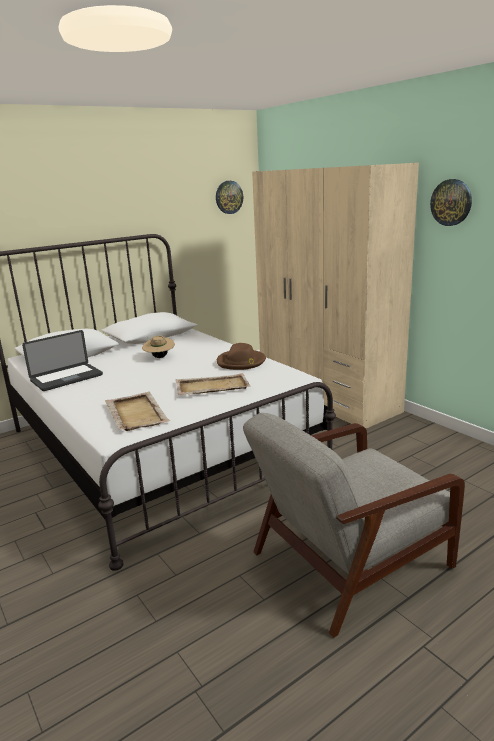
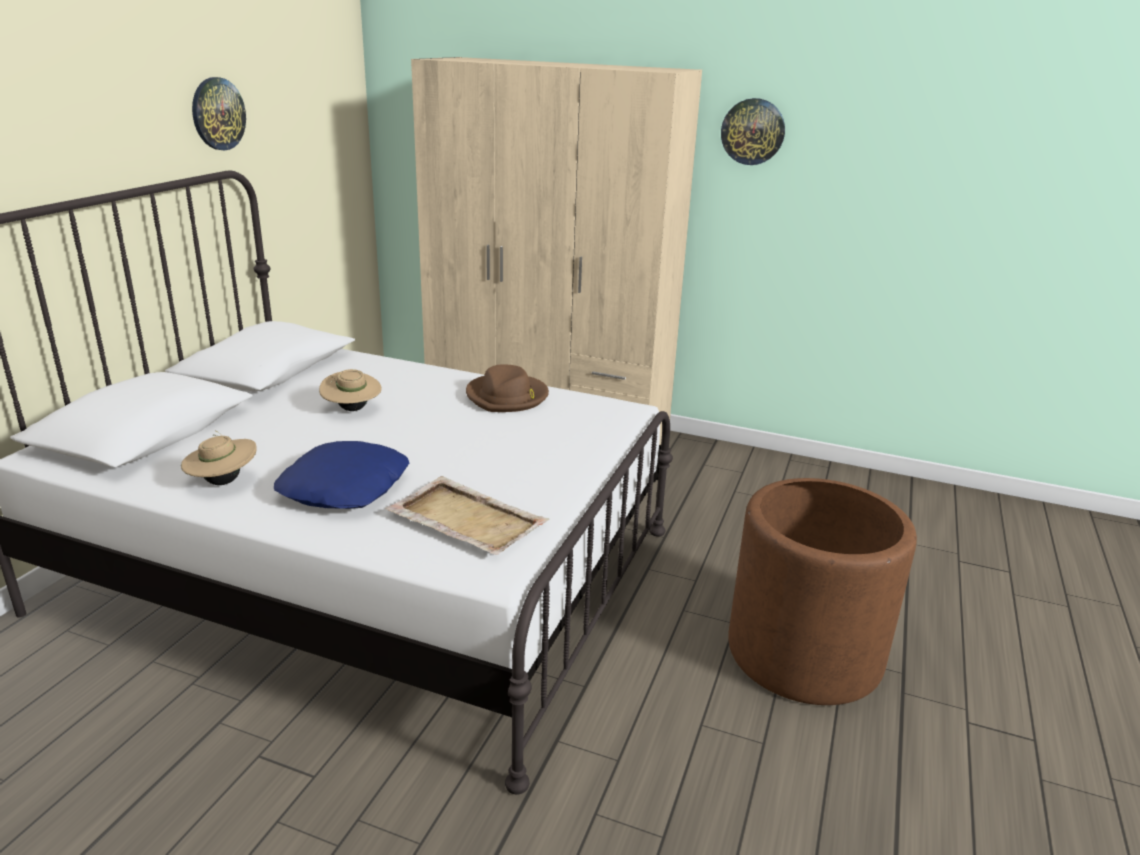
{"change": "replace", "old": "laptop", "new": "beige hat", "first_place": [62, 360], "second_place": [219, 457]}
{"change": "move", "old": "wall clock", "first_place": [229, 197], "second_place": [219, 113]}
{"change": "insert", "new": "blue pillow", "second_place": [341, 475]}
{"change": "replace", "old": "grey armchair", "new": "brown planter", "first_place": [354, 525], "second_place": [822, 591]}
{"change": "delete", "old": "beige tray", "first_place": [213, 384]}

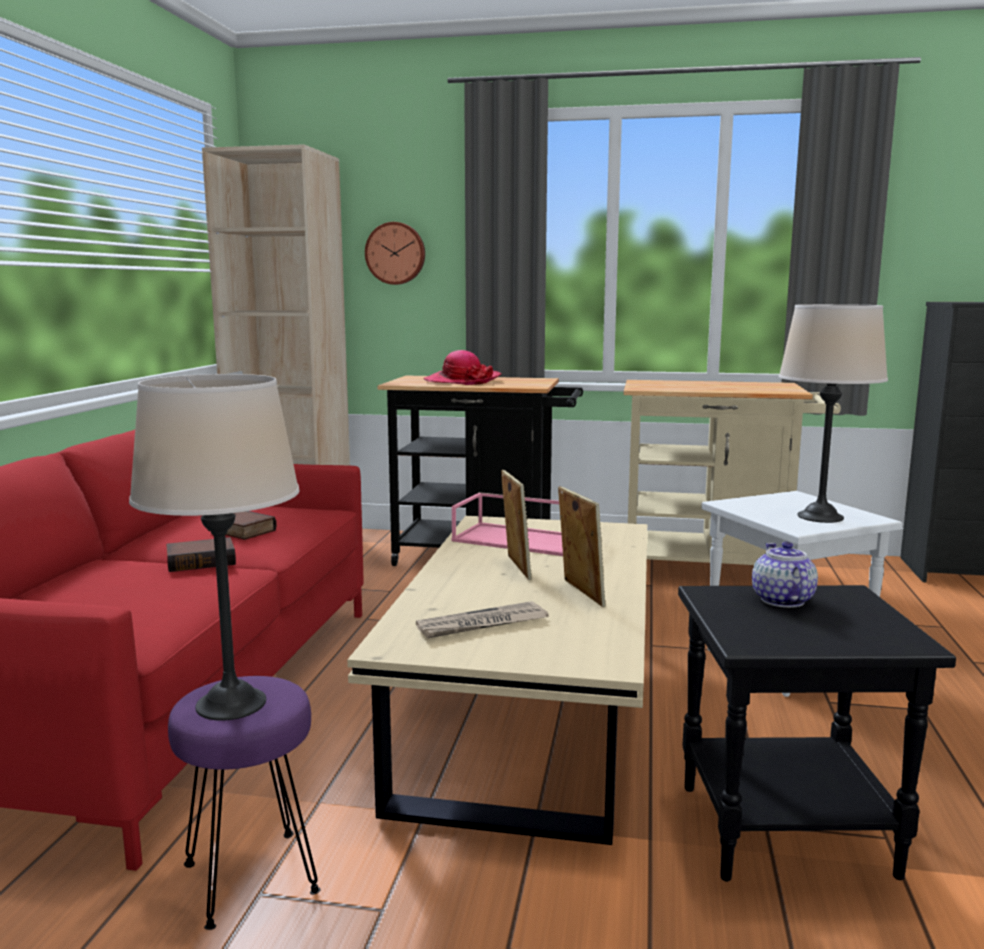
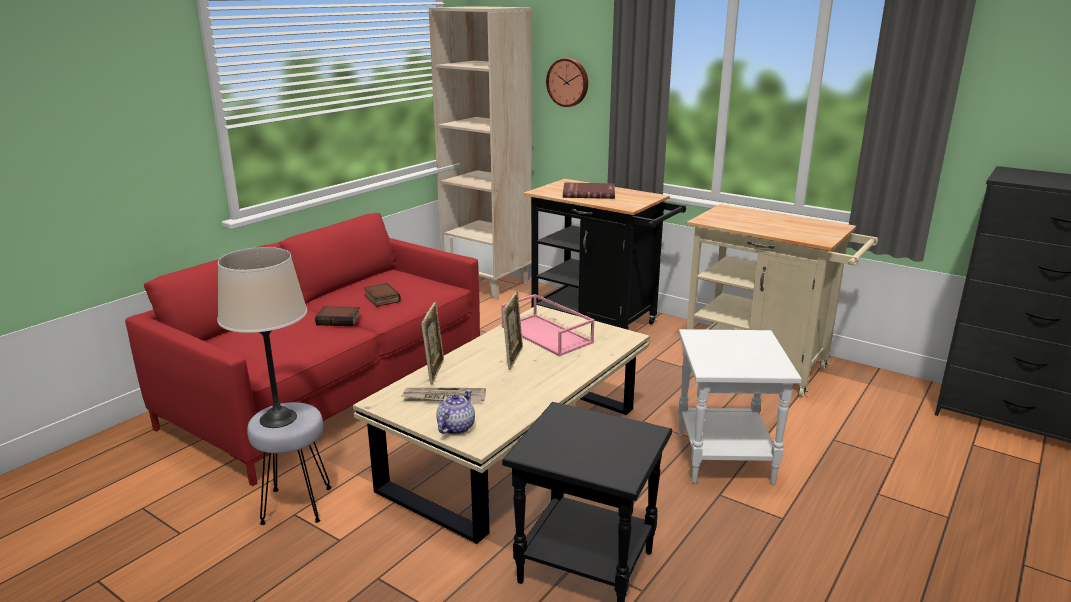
{"change": "recolor", "old": "purple stool", "new": "grey stool", "first_place": [244, 803], "second_place": [289, 463]}
{"change": "move", "old": "picture frame", "first_place": [582, 546], "second_place": [432, 343]}
{"change": "move", "old": "teapot", "first_place": [785, 575], "second_place": [455, 412]}
{"change": "replace", "old": "hat", "new": "red book", "first_place": [462, 367], "second_place": [589, 191]}
{"change": "delete", "old": "beige table lamp", "first_place": [833, 413]}

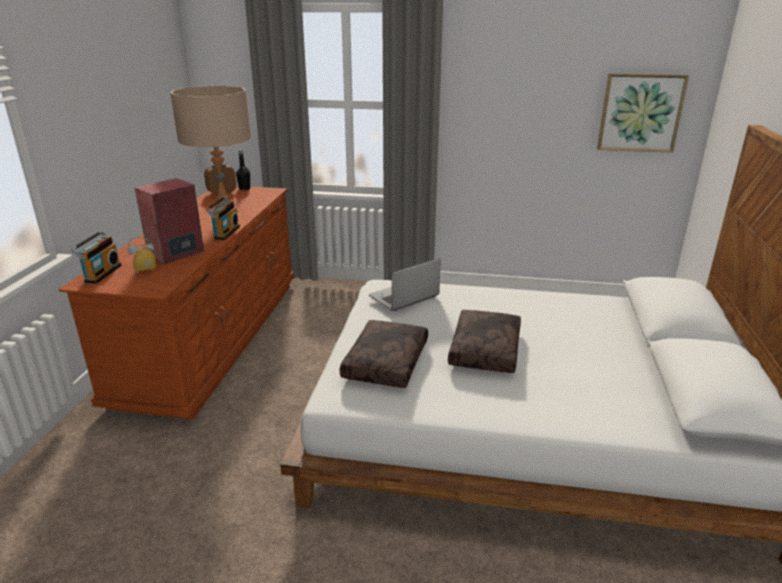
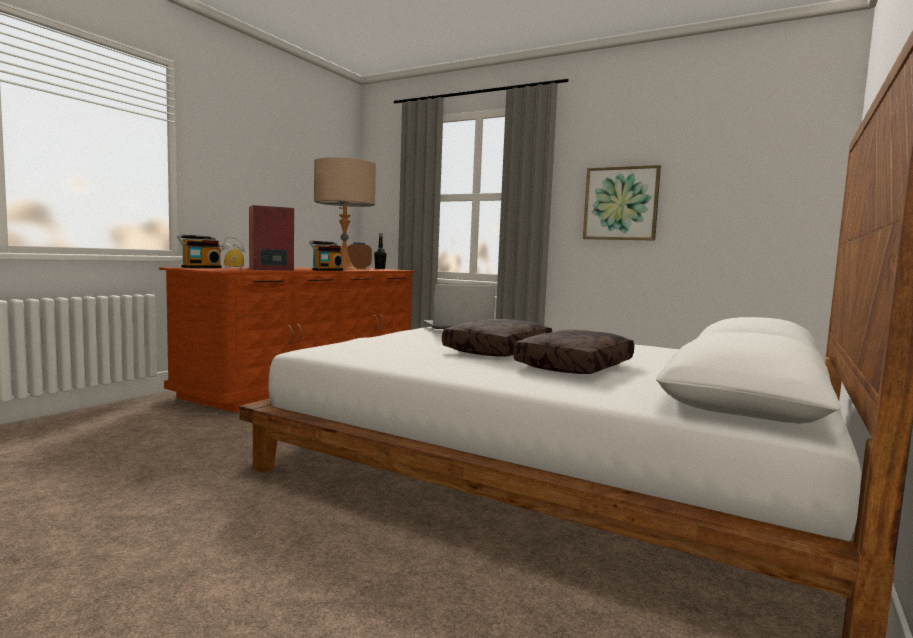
{"change": "move", "old": "brown pillow", "first_place": [384, 354], "second_place": [573, 352]}
{"change": "move", "old": "picture", "first_place": [643, 113], "second_place": [622, 203]}

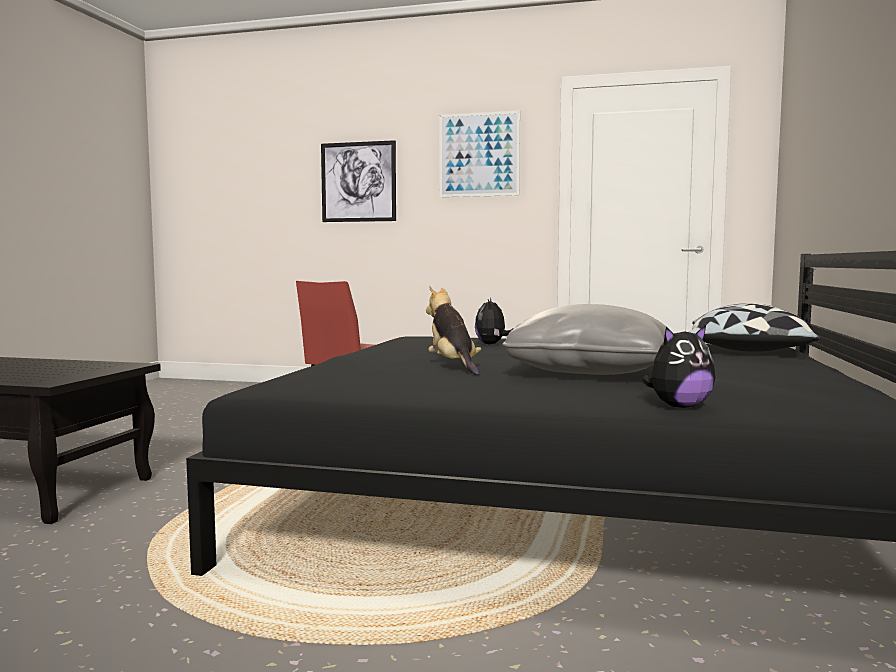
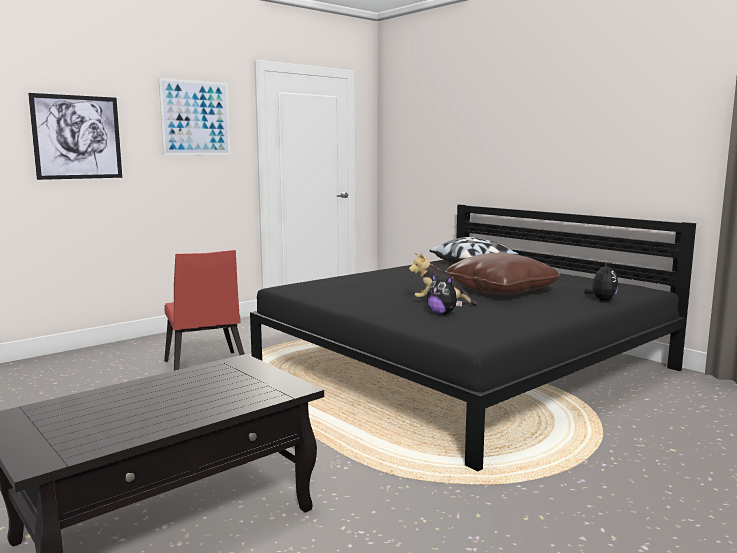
{"change": "move", "old": "plush toy", "first_place": [494, 321], "second_place": [445, 294]}
{"change": "recolor", "old": "grey pillow", "new": "brown pillow", "first_place": [584, 339], "second_place": [502, 274]}

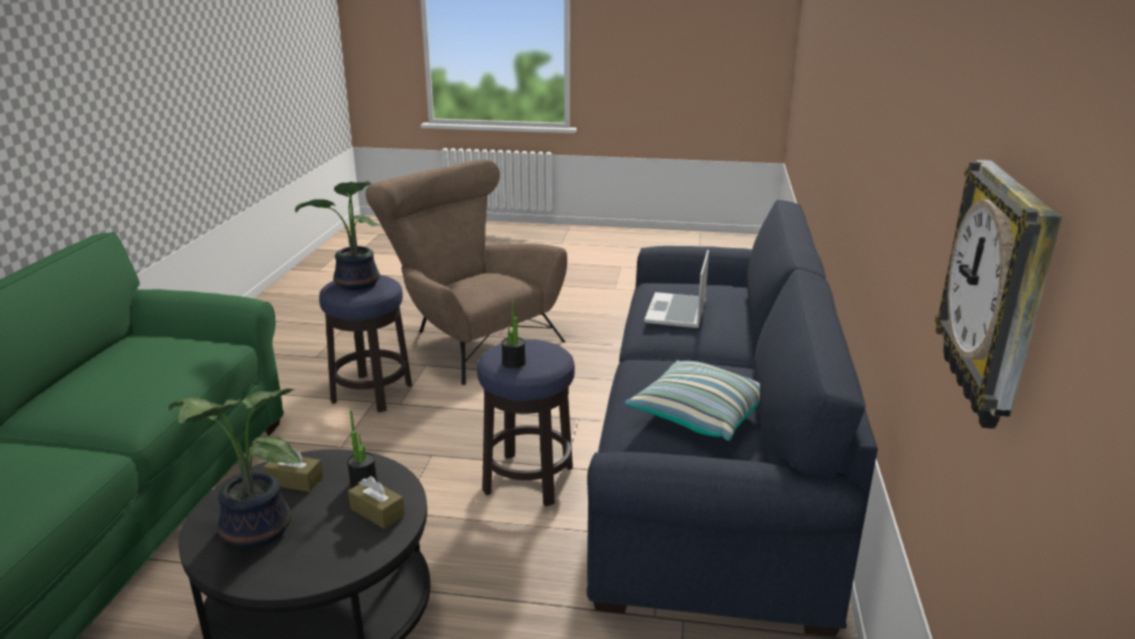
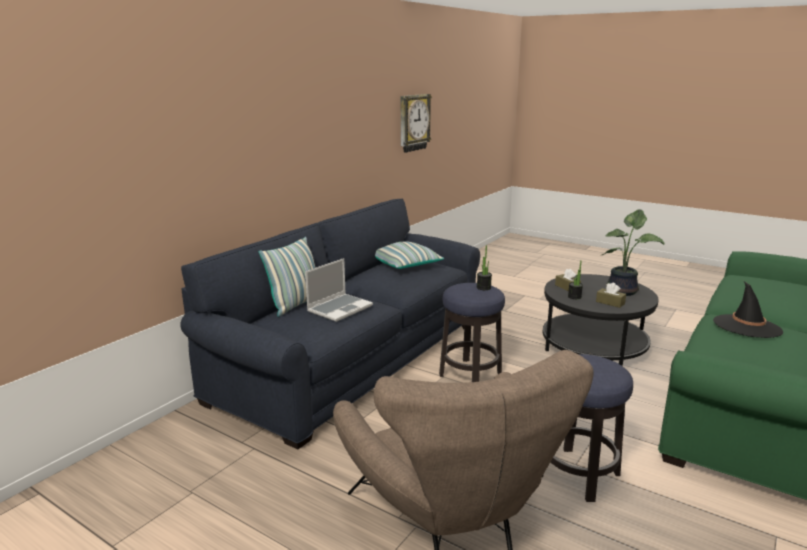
{"change": "insert", "new": "pillow", "second_place": [287, 277]}
{"change": "insert", "new": "black hat", "second_place": [748, 309]}
{"change": "delete", "old": "potted plant", "first_place": [337, 235]}

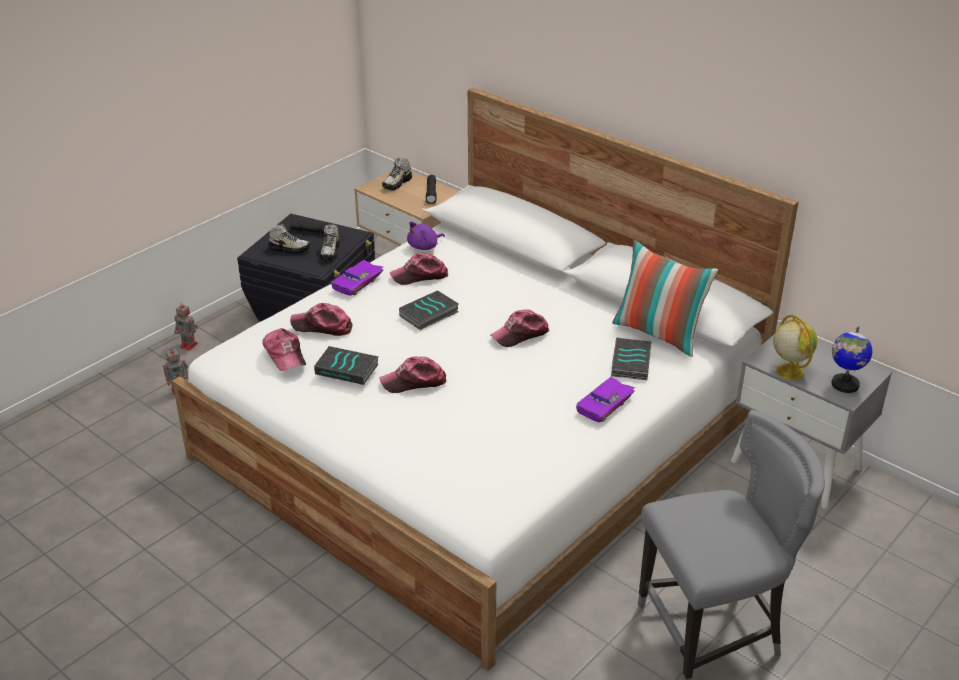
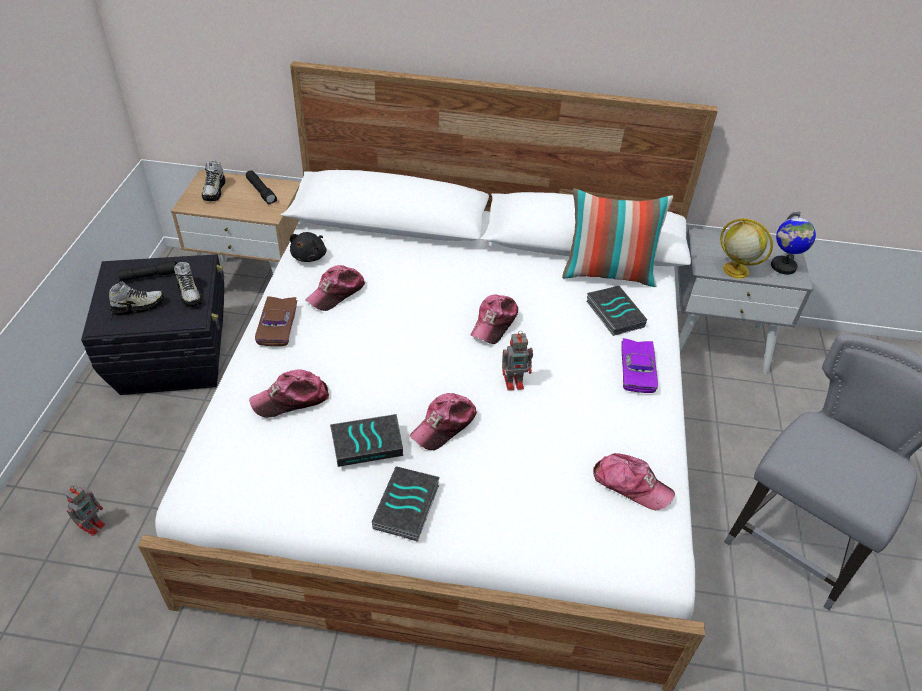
{"change": "recolor", "old": "purple toy car", "new": "brown toy car", "first_place": [357, 278], "second_place": [276, 321]}
{"change": "recolor", "old": "purple plush toy", "new": "black plush toy", "first_place": [426, 236], "second_place": [308, 247]}
{"change": "move", "old": "book", "first_place": [429, 310], "second_place": [406, 504]}
{"change": "move", "old": "toy robot", "first_place": [186, 326], "second_place": [517, 361]}
{"change": "move", "old": "cap", "first_place": [284, 350], "second_place": [634, 481]}

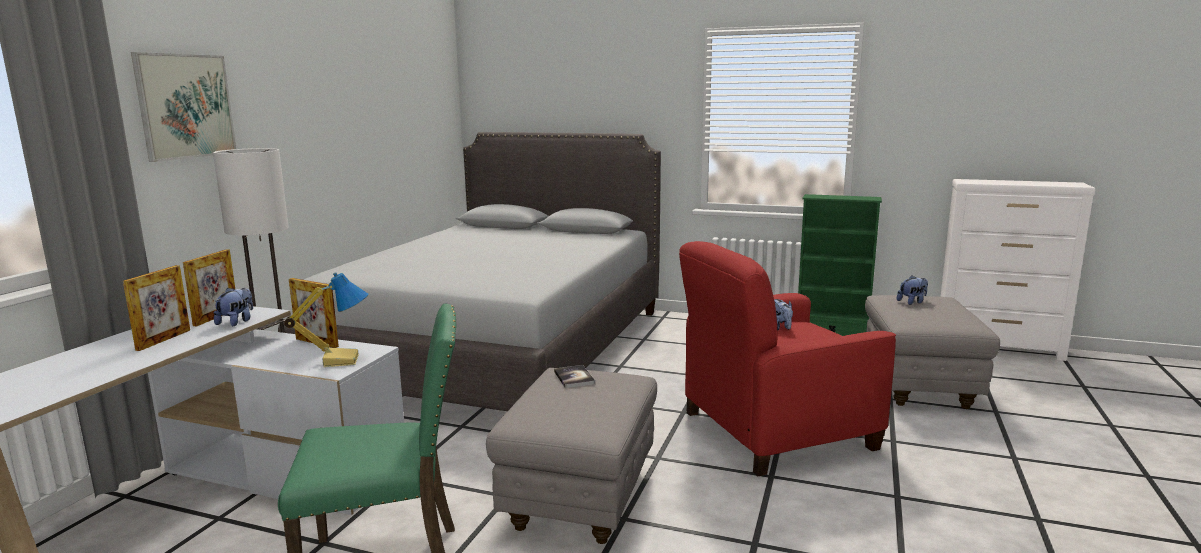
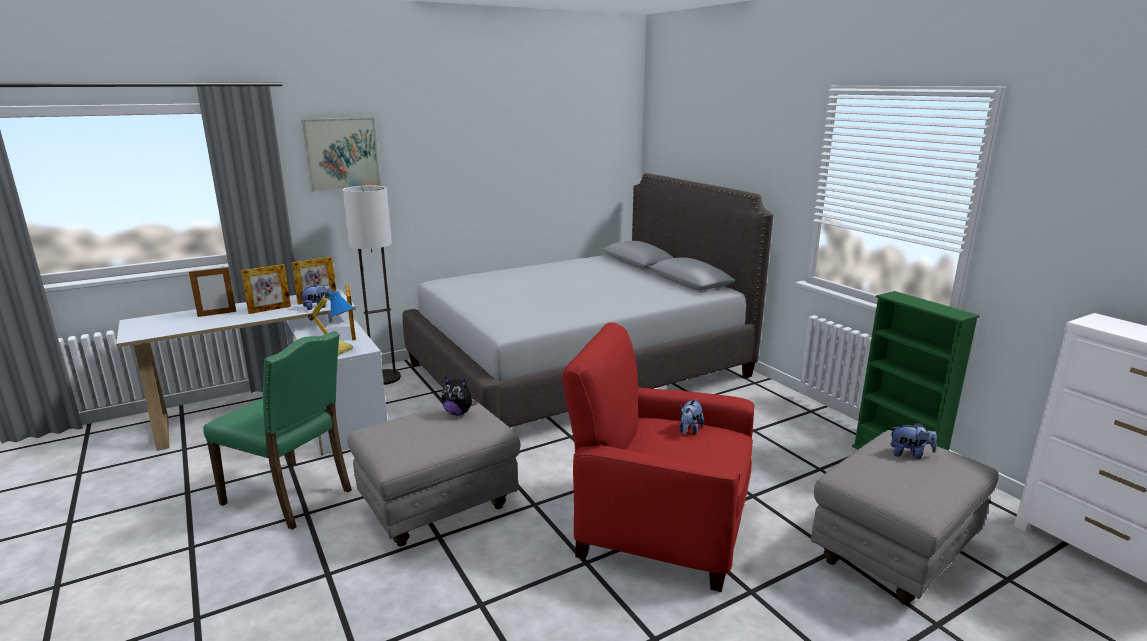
{"change": "insert", "new": "picture frame", "second_place": [212, 291]}
{"change": "replace", "old": "book", "new": "plush toy", "first_place": [574, 376], "second_place": [459, 396]}

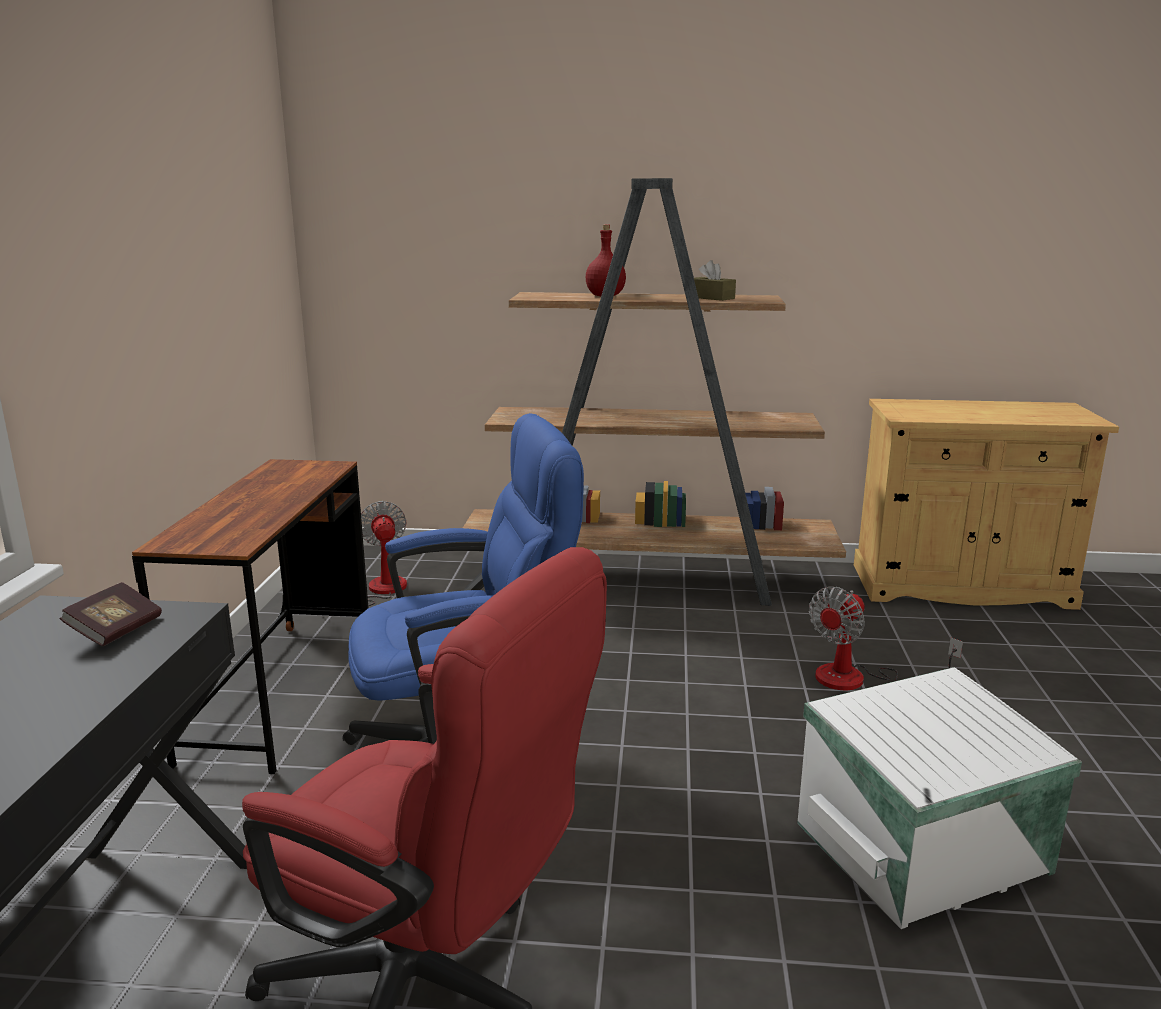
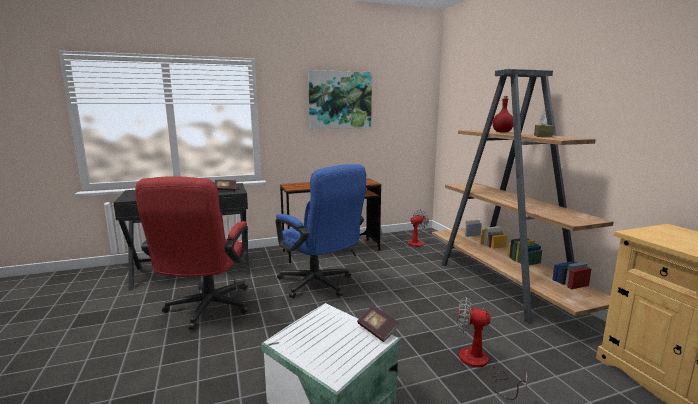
{"change": "insert", "new": "picture", "second_place": [340, 99]}
{"change": "insert", "new": "book", "second_place": [378, 323]}

